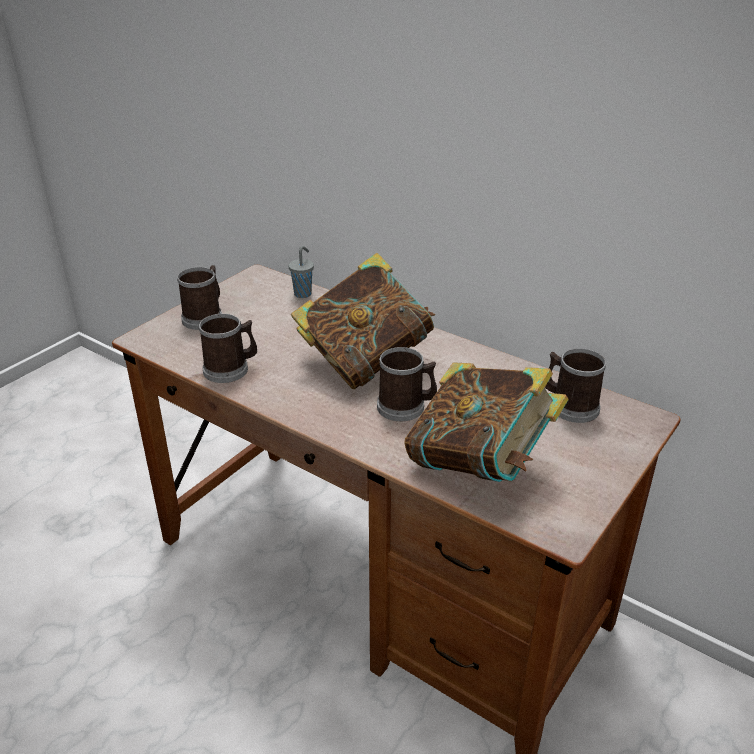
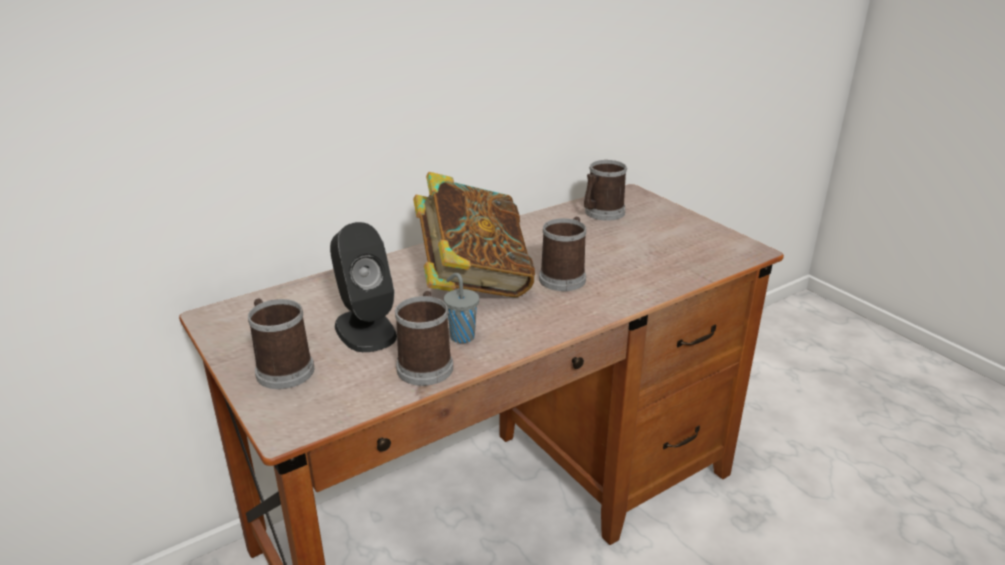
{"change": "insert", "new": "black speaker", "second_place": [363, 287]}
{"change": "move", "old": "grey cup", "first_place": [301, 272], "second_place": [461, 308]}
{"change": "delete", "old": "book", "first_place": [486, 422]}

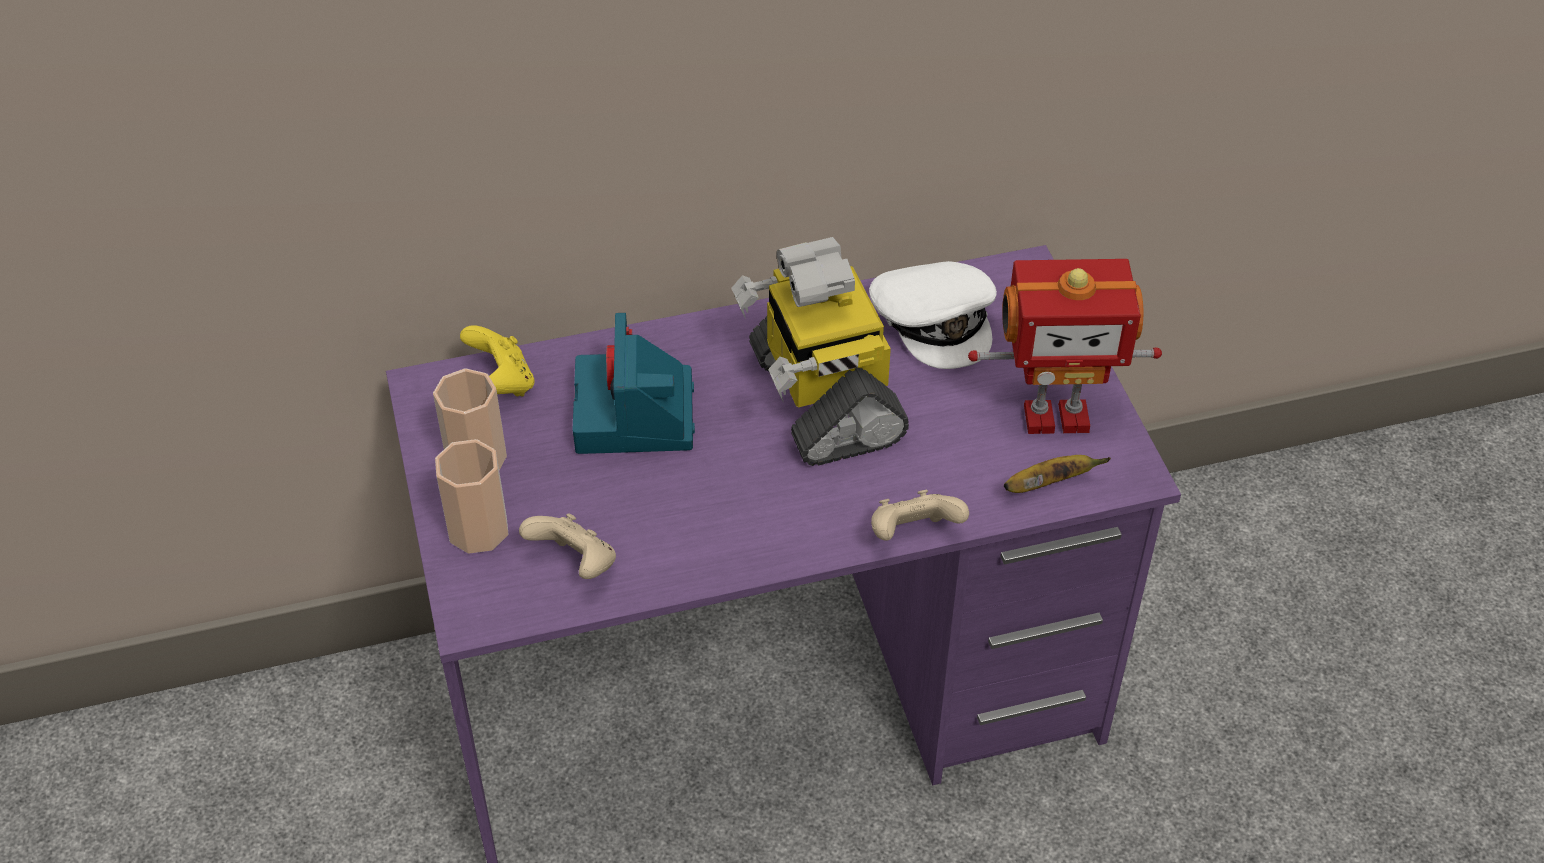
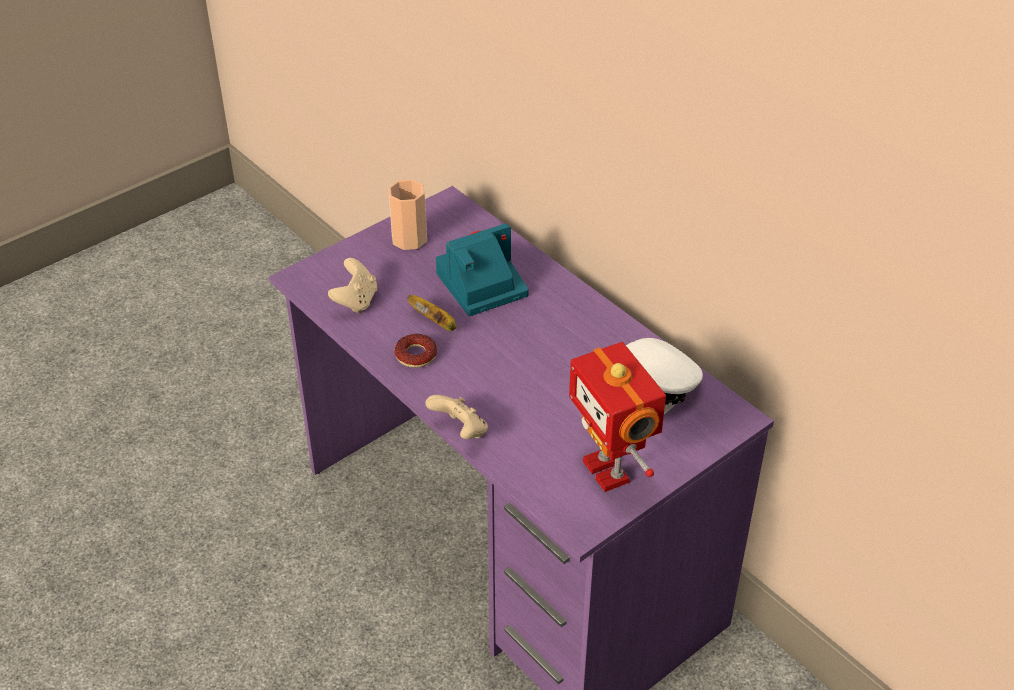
{"change": "insert", "new": "donut", "second_place": [415, 351]}
{"change": "move", "old": "banana", "first_place": [1057, 474], "second_place": [432, 313]}
{"change": "delete", "old": "cup", "first_place": [472, 496]}
{"change": "delete", "old": "yellow game controller", "first_place": [497, 360]}
{"change": "delete", "old": "toy robot", "first_place": [820, 351]}

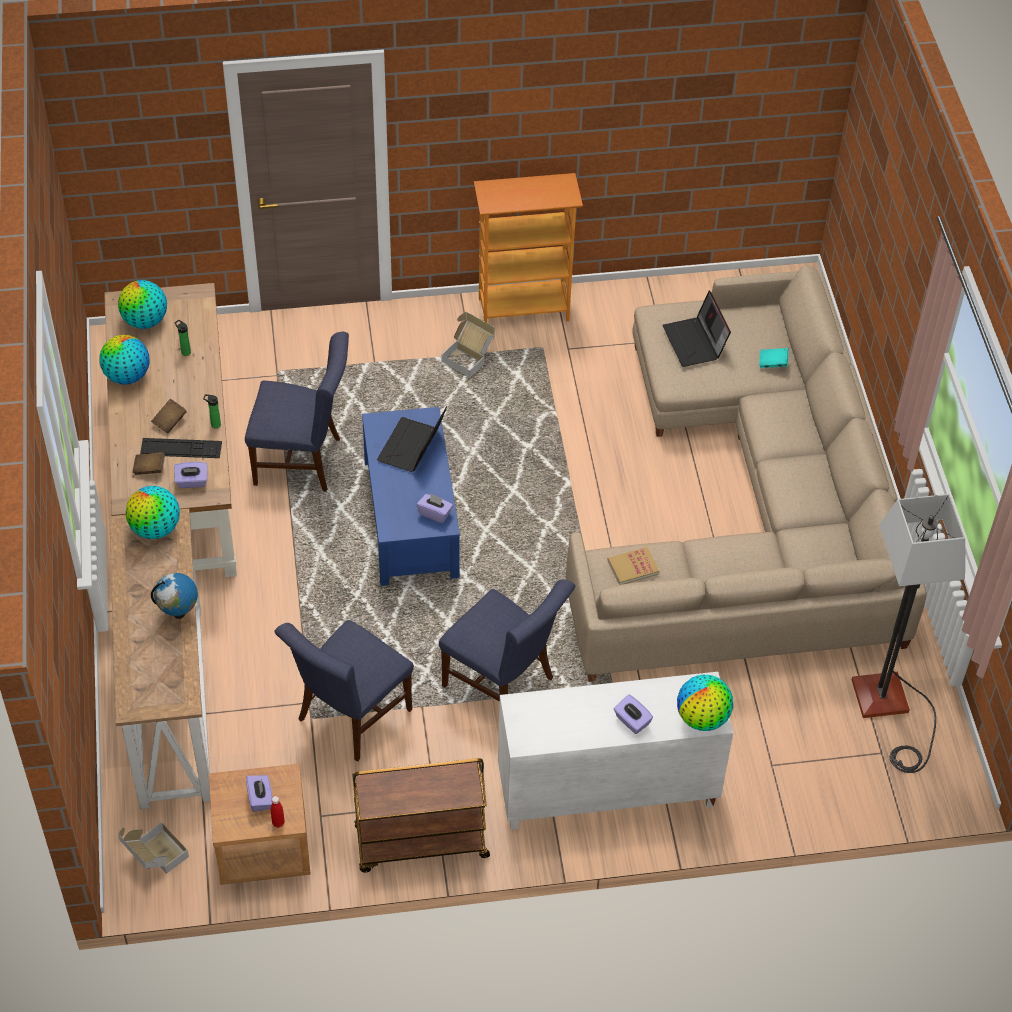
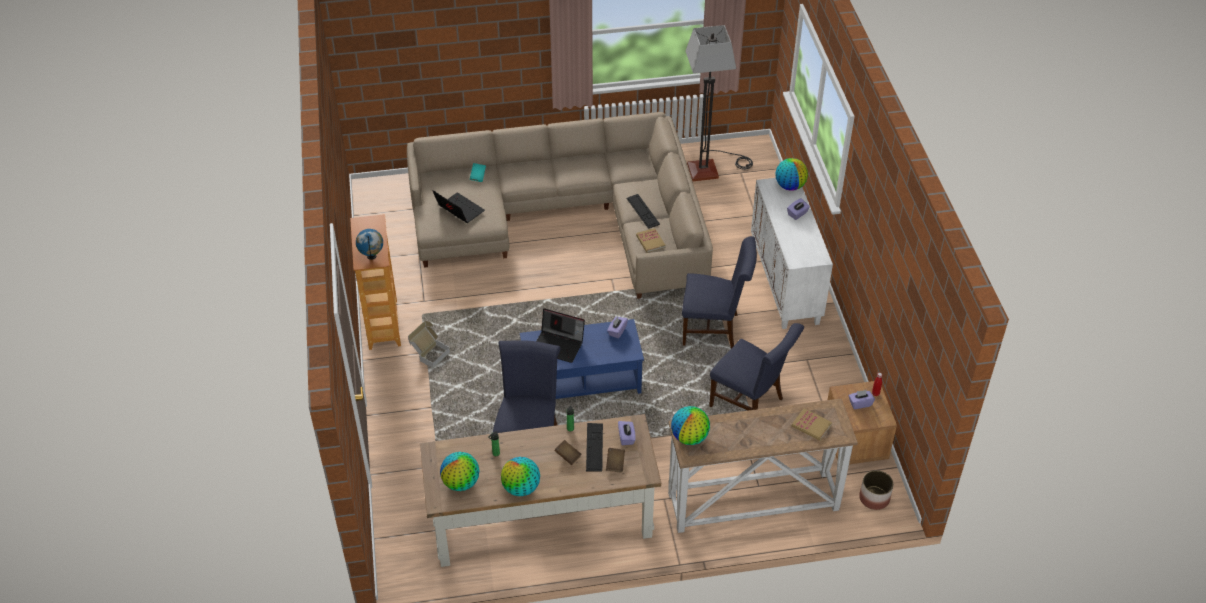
{"change": "move", "old": "globe", "first_place": [174, 596], "second_place": [369, 244]}
{"change": "rotate", "old": "laptop", "first_place": [696, 329], "second_place": [458, 206], "degrees": -120}
{"change": "insert", "new": "keyboard", "second_place": [643, 211]}
{"change": "rotate", "old": "blue chair", "first_place": [507, 640], "second_place": [719, 292], "degrees": 60}
{"change": "insert", "new": "book", "second_place": [812, 425]}
{"change": "replace", "old": "cardboard box", "new": "planter", "first_place": [153, 848], "second_place": [876, 490]}
{"change": "delete", "old": "brown cart", "first_place": [421, 815]}

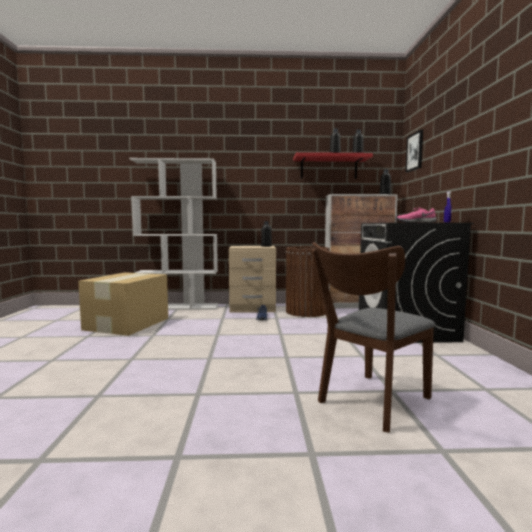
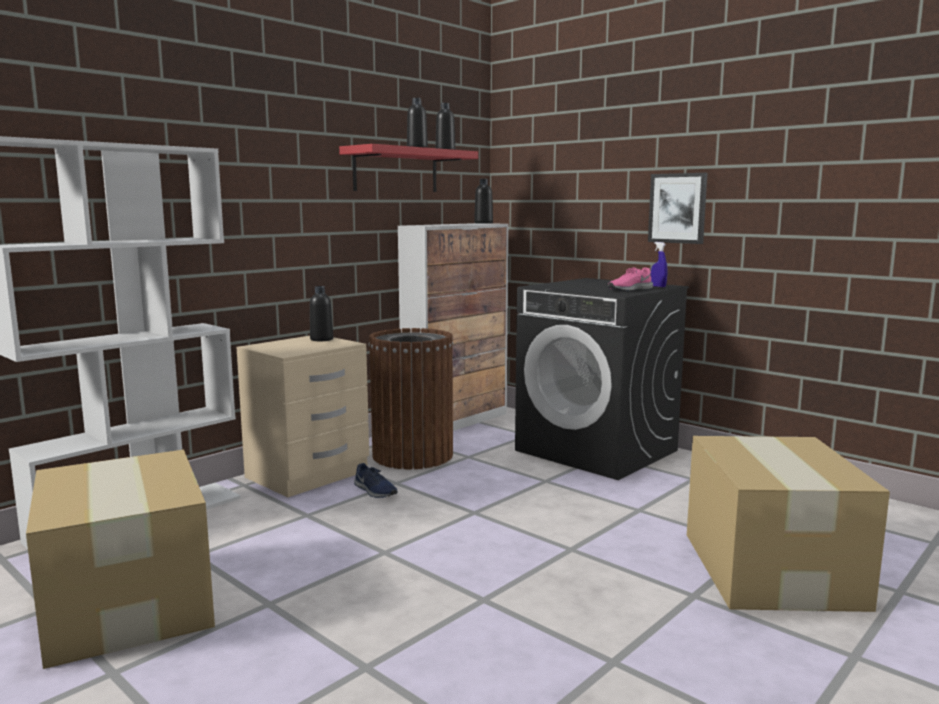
{"change": "move", "old": "picture", "first_place": [414, 151], "second_place": [678, 208]}
{"change": "replace", "old": "brown chair", "new": "cardboard box", "first_place": [373, 337], "second_place": [788, 524]}

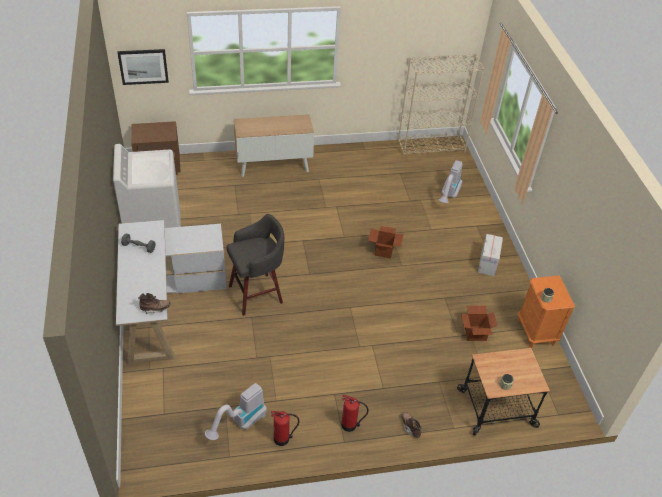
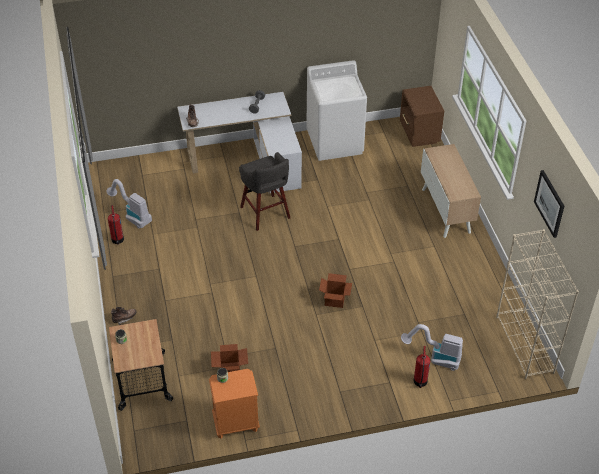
{"change": "move", "old": "fire extinguisher", "first_place": [355, 413], "second_place": [421, 367]}
{"change": "move", "old": "picture", "first_place": [143, 67], "second_place": [549, 204]}
{"change": "delete", "old": "cardboard box", "first_place": [490, 255]}

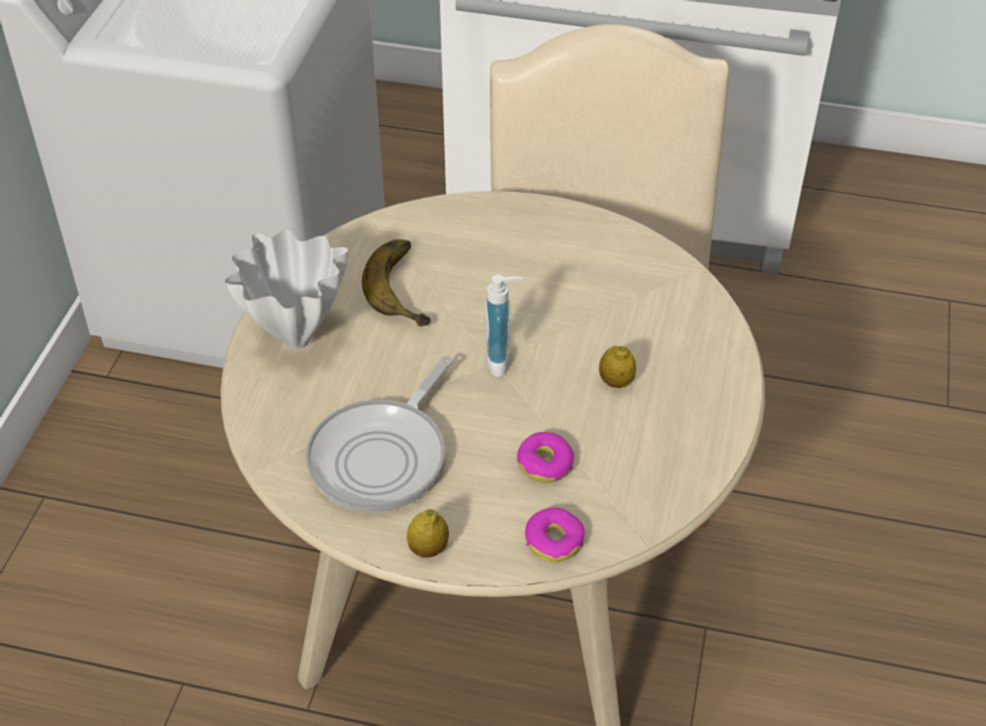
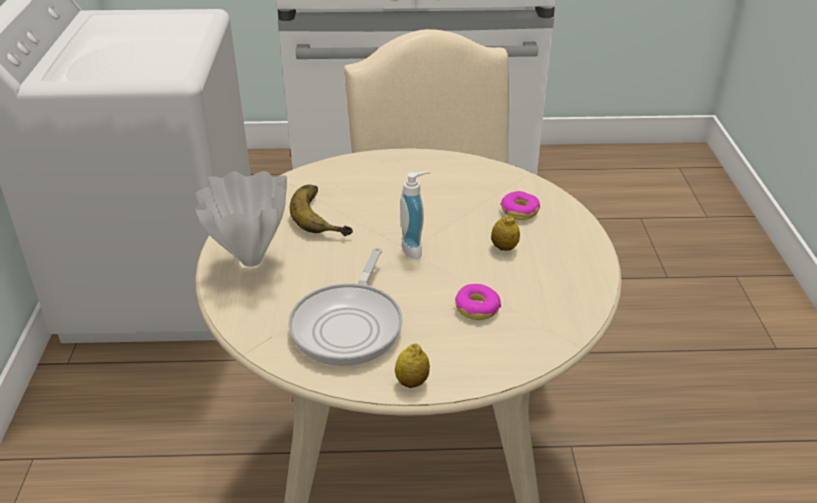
{"change": "move", "old": "donut", "first_place": [555, 535], "second_place": [520, 205]}

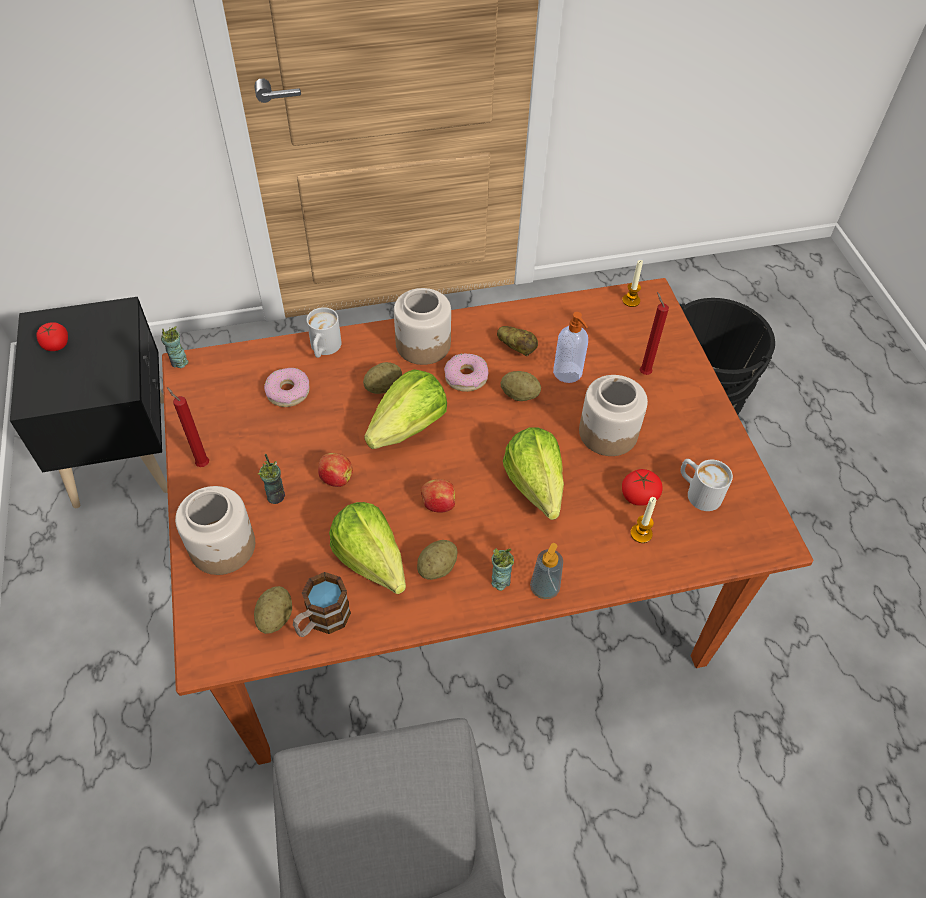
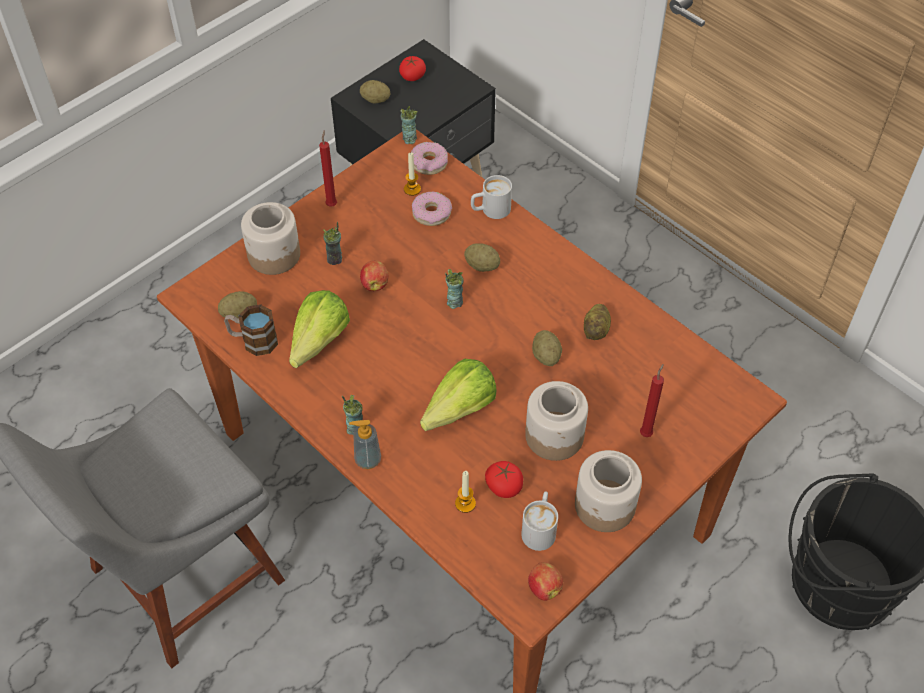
{"change": "move", "old": "potato", "first_place": [437, 560], "second_place": [375, 91]}
{"change": "move", "old": "candle", "first_place": [632, 283], "second_place": [412, 174]}
{"change": "move", "old": "donut", "first_place": [466, 372], "second_place": [429, 158]}
{"change": "replace", "old": "lettuce", "new": "cup", "first_place": [405, 409], "second_place": [454, 289]}
{"change": "move", "old": "apple", "first_place": [438, 496], "second_place": [545, 581]}
{"change": "move", "old": "jar", "first_place": [422, 326], "second_place": [608, 491]}
{"change": "delete", "old": "soap dispenser", "first_place": [570, 347]}

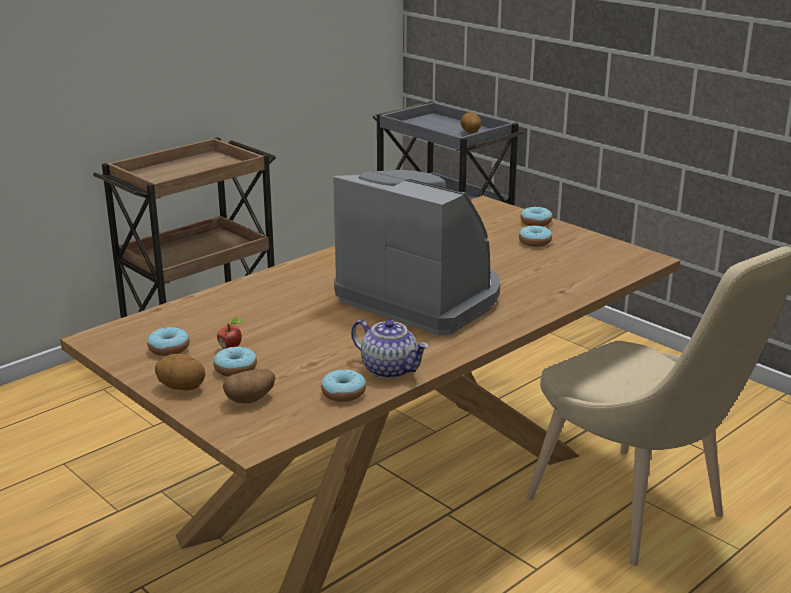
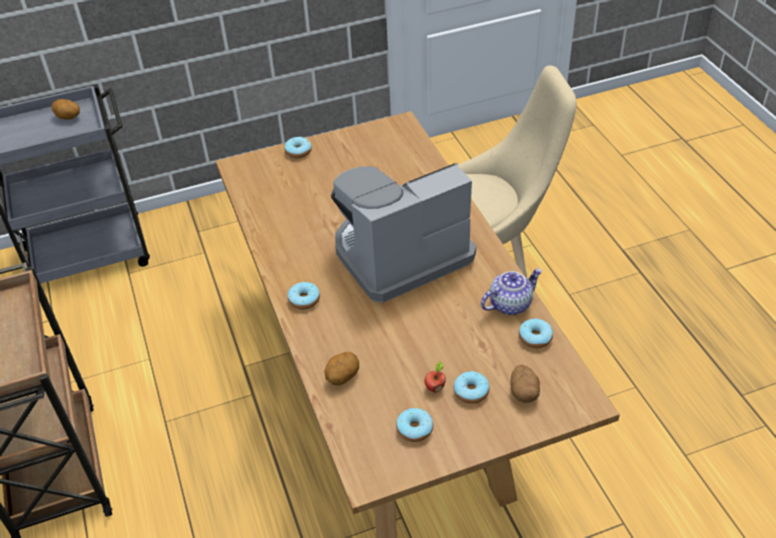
{"change": "move", "old": "donut", "first_place": [535, 236], "second_place": [303, 296]}
{"change": "move", "old": "potato", "first_place": [180, 372], "second_place": [341, 368]}

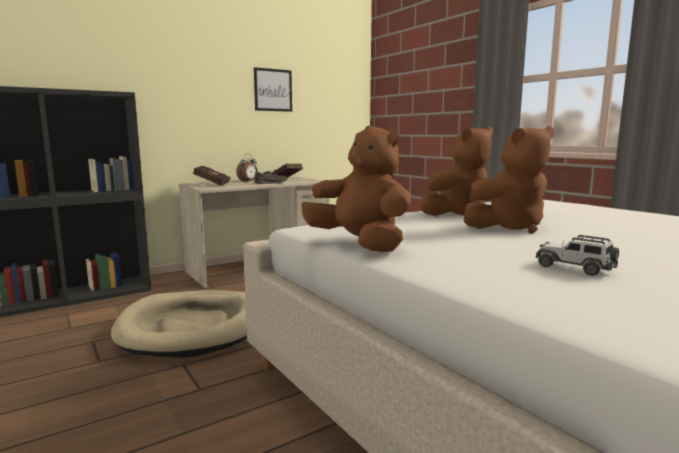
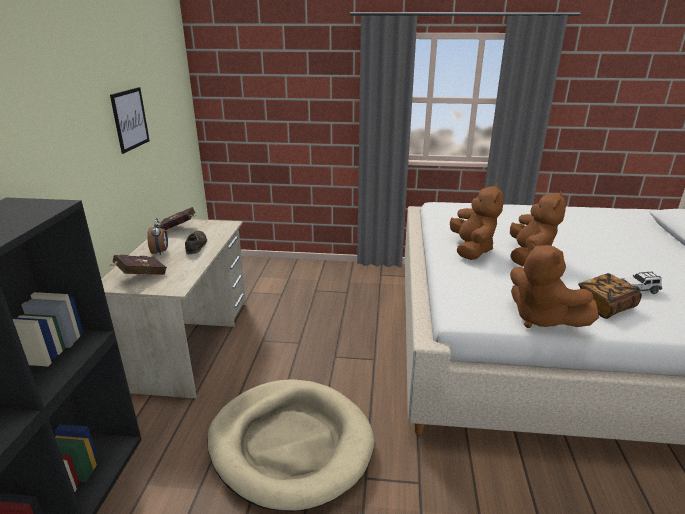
{"change": "rotate", "old": "brown plush toy", "first_place": [356, 188], "second_place": [554, 285], "degrees": -120}
{"change": "insert", "new": "book", "second_place": [610, 296]}

